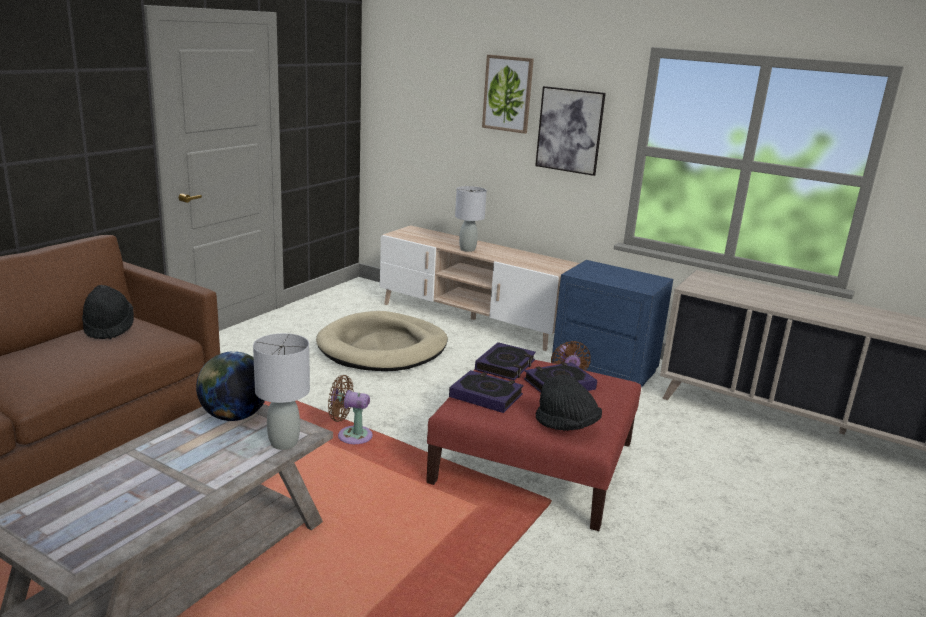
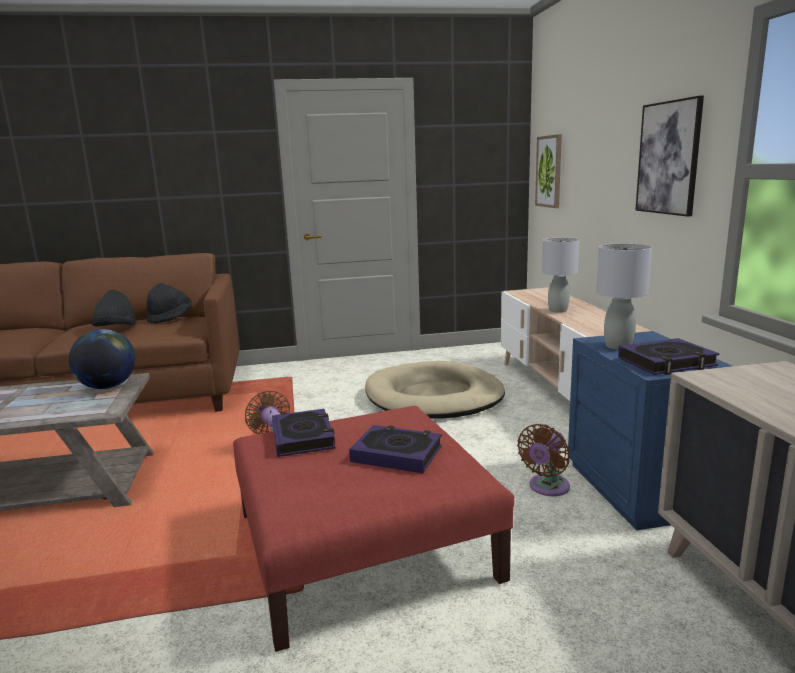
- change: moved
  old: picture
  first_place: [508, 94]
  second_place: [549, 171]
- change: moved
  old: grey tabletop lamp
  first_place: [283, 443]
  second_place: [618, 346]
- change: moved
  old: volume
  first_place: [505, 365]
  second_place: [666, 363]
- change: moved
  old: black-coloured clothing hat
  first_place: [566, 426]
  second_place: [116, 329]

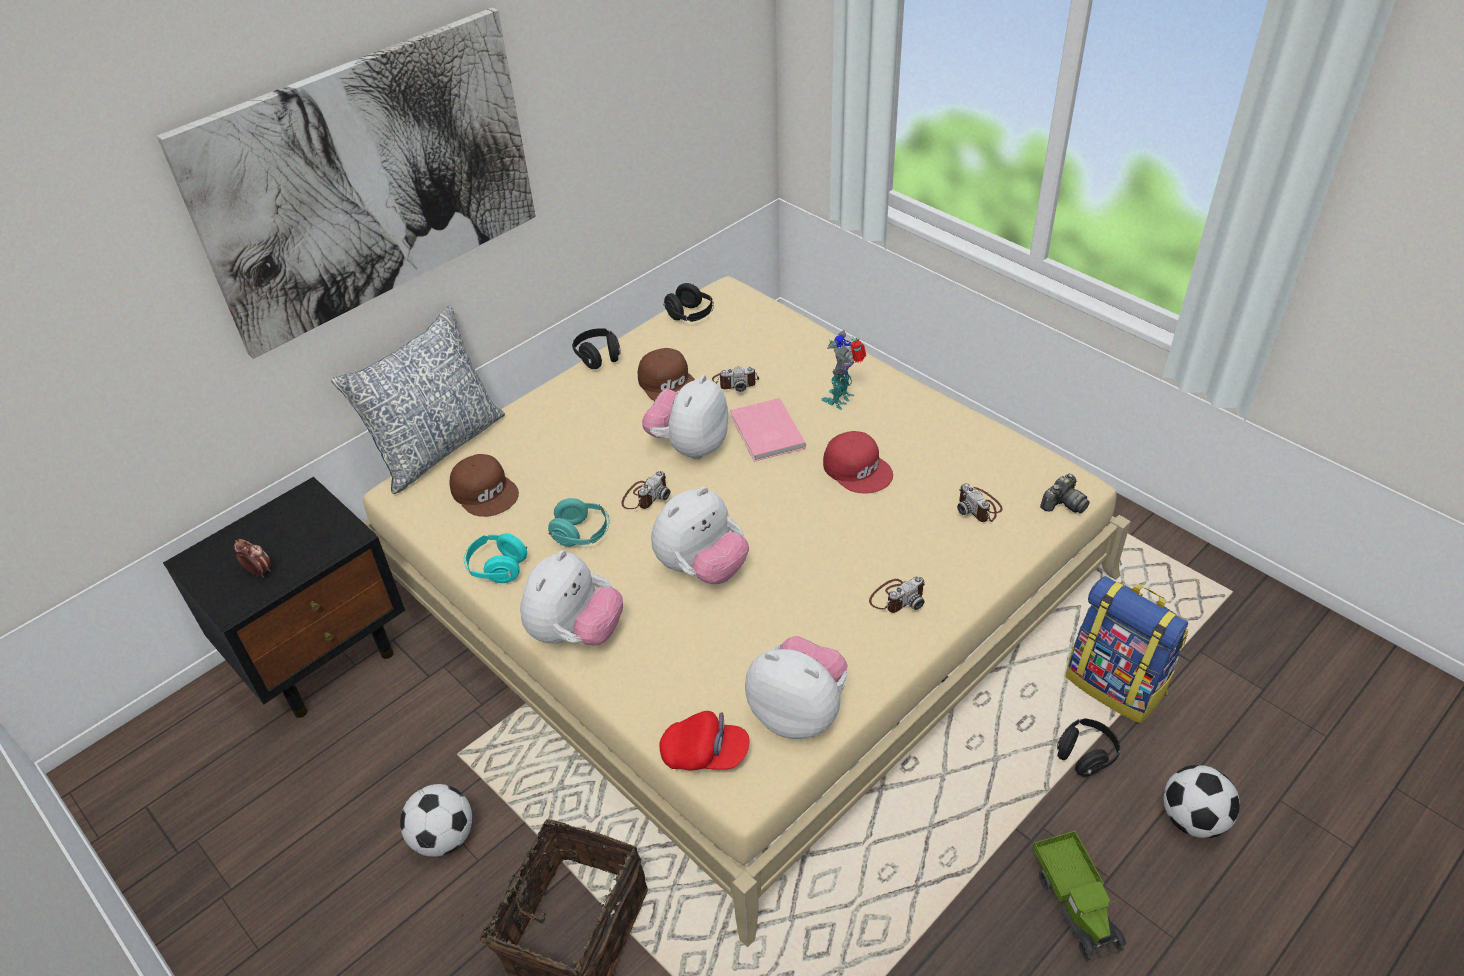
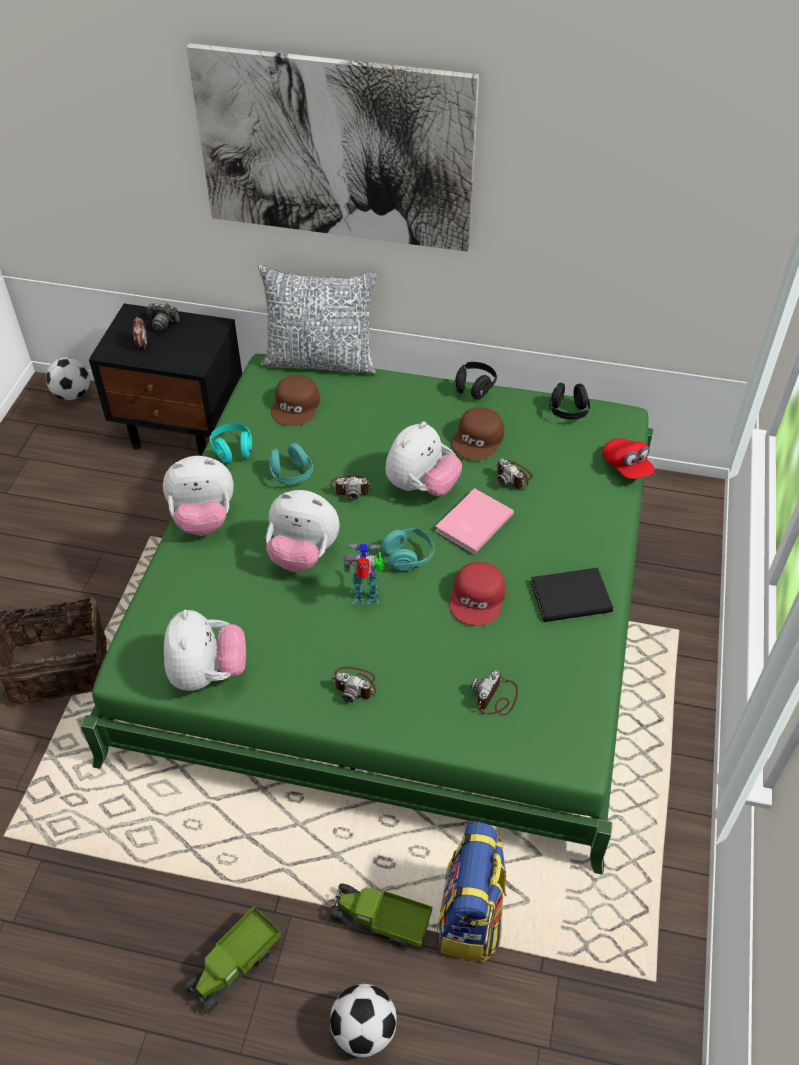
- change: recoloured
  old: beige-coloured sleeping bed
  new: green-coloured sleeping bed
  first_place: [737, 578]
  second_place: [398, 604]
- change: moved
  old: toy robot
  first_place: [841, 399]
  second_place: [367, 597]
- change: turned
  old: soft toy
  first_place: [689, 446]
  second_place: [421, 486]
  degrees: 135
- change: moved
  old: photo camera
  first_place: [1063, 504]
  second_place: [163, 323]
- change: moved
  old: reddish cap
  first_place: [705, 754]
  second_place: [626, 467]
- change: replaced
  old: black-coloured headphones
  new: toy lorry
  first_place: [1085, 755]
  second_place: [380, 921]
- change: moved
  old: football ball
  first_place: [443, 837]
  second_place: [72, 394]
- change: added
  new: turquoise headphones
  second_place: [408, 557]
- change: added
  new: black-coloured volume
  second_place: [569, 595]

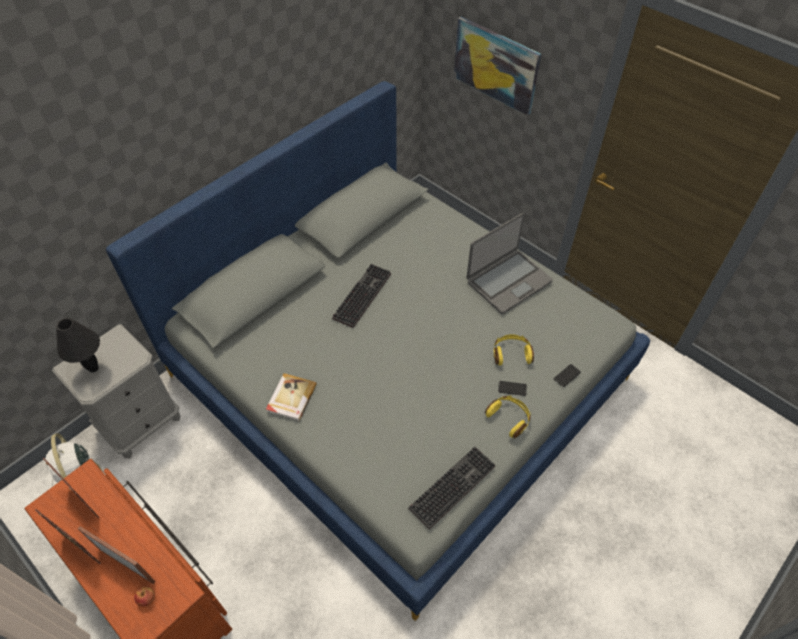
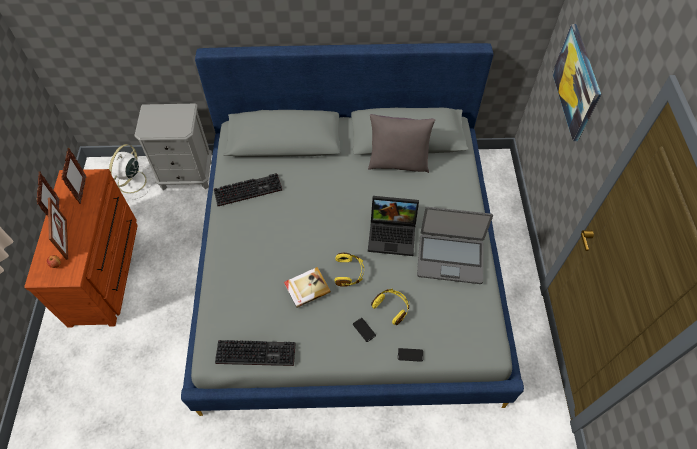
- change: moved
  old: PC keyboard
  first_place: [361, 294]
  second_place: [249, 189]
- change: removed
  old: black-coloured tabletop lamp
  first_place: [93, 369]
- change: moved
  old: volume
  first_place: [291, 398]
  second_place: [306, 288]
- change: moved
  old: yellow headphones
  first_place: [509, 418]
  second_place: [349, 272]
- change: added
  new: grey cushion
  second_place: [398, 163]
- change: added
  new: laptop
  second_place: [393, 234]

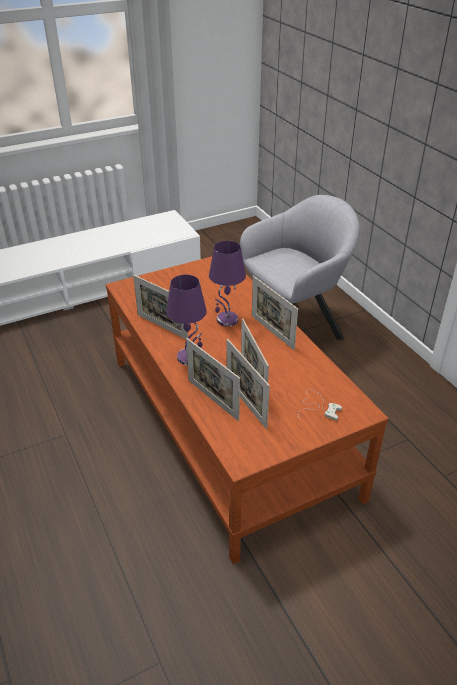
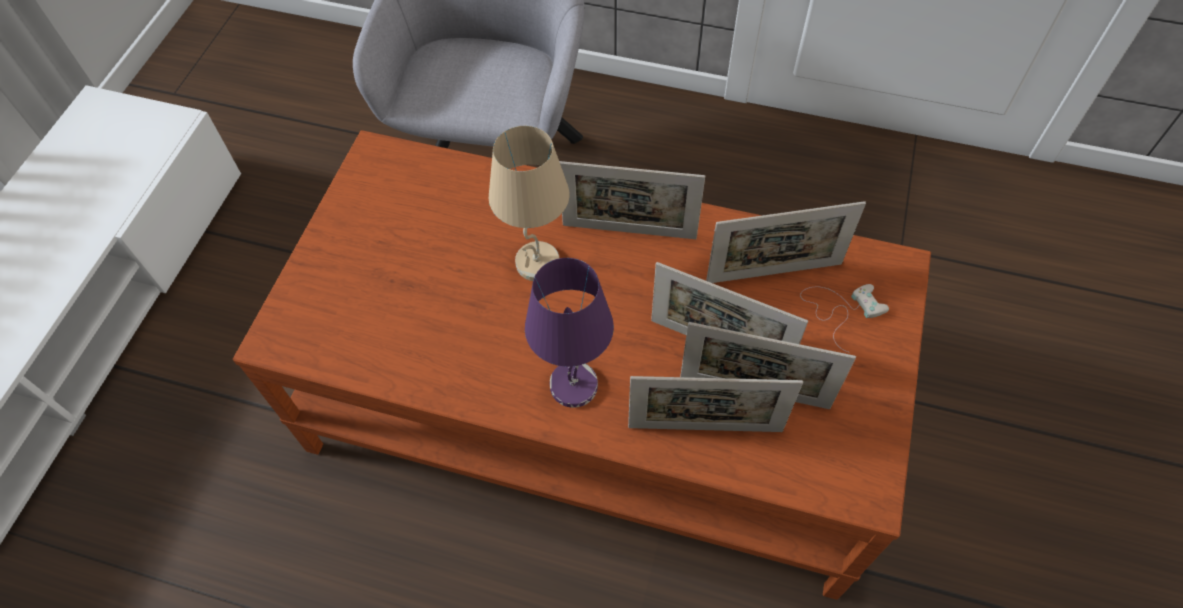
- change: recoloured
  old: purplish tabletop lamp
  new: beige-coloured tabletop lamp
  first_place: [227, 320]
  second_place: [538, 264]
- change: moved
  old: standing frame
  first_place: [162, 327]
  second_place: [774, 273]

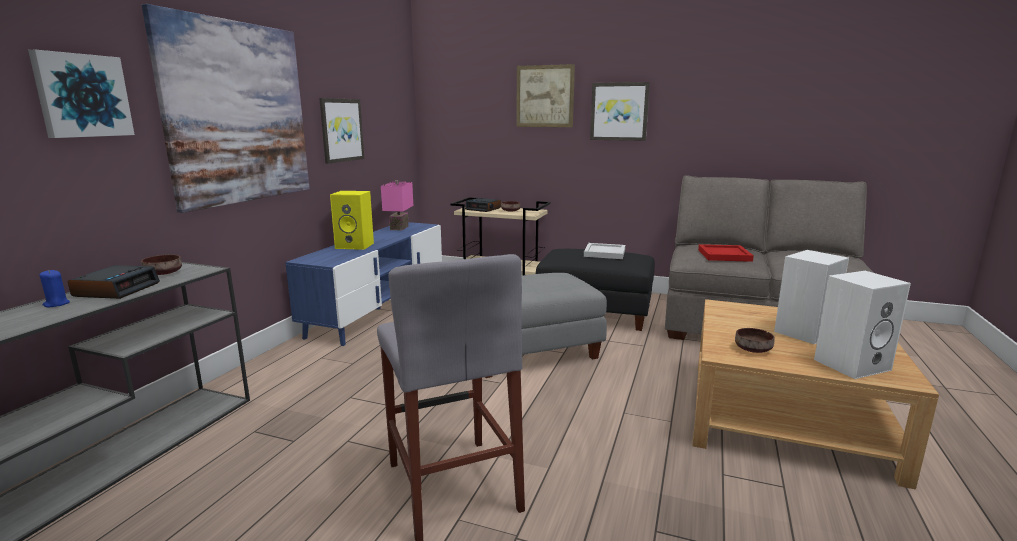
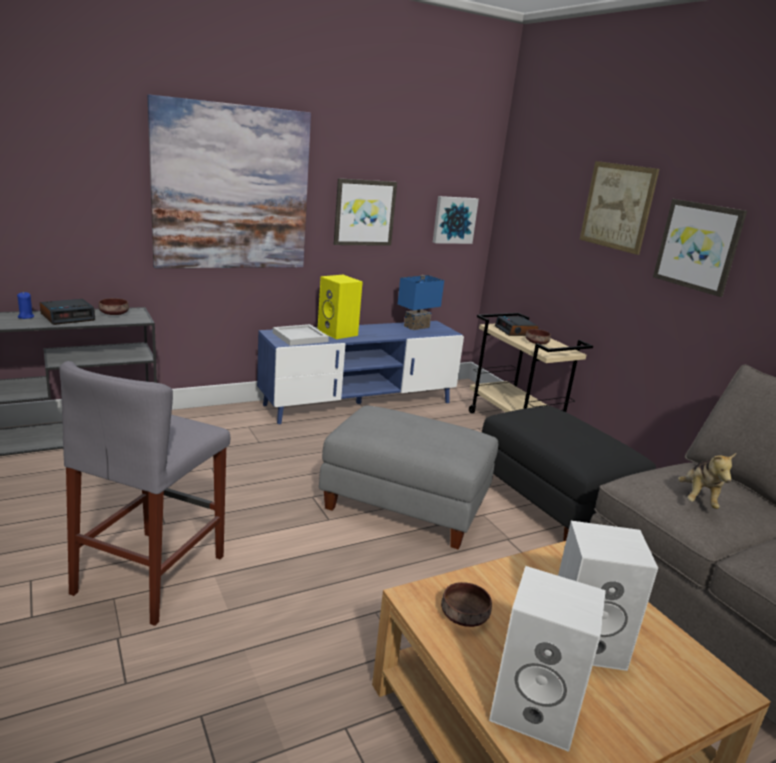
- change: moved
  old: picture
  first_place: [82, 96]
  second_place: [454, 220]
- change: recoloured
  old: pink-coloured tabletop lamp
  new: blue-coloured tabletop lamp
  first_place: [398, 228]
  second_place: [416, 326]
- change: moved
  old: white carrying tray
  first_place: [605, 253]
  second_place: [299, 337]
- change: replaced
  old: reddish carrying tray
  new: soft toy
  first_place: [723, 255]
  second_place: [698, 499]

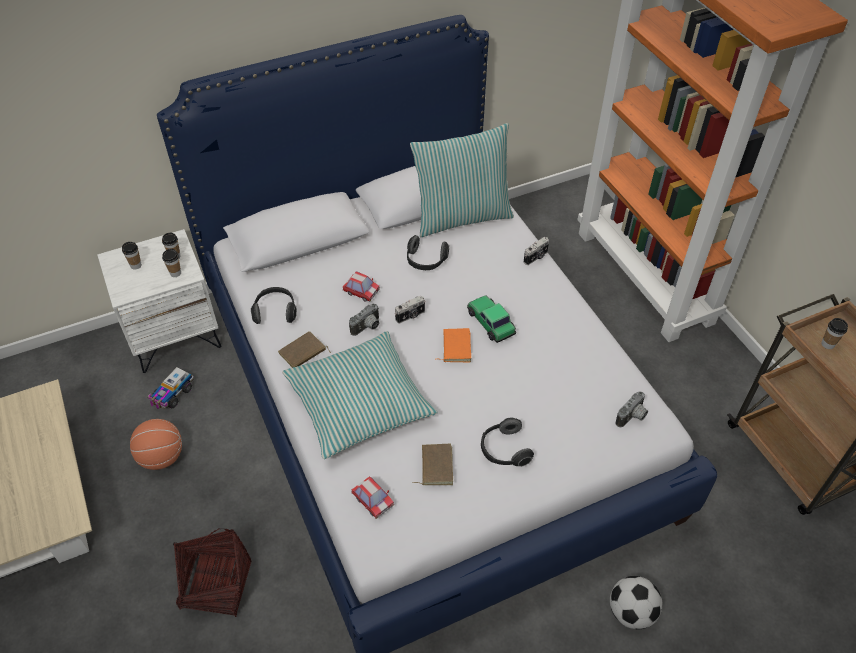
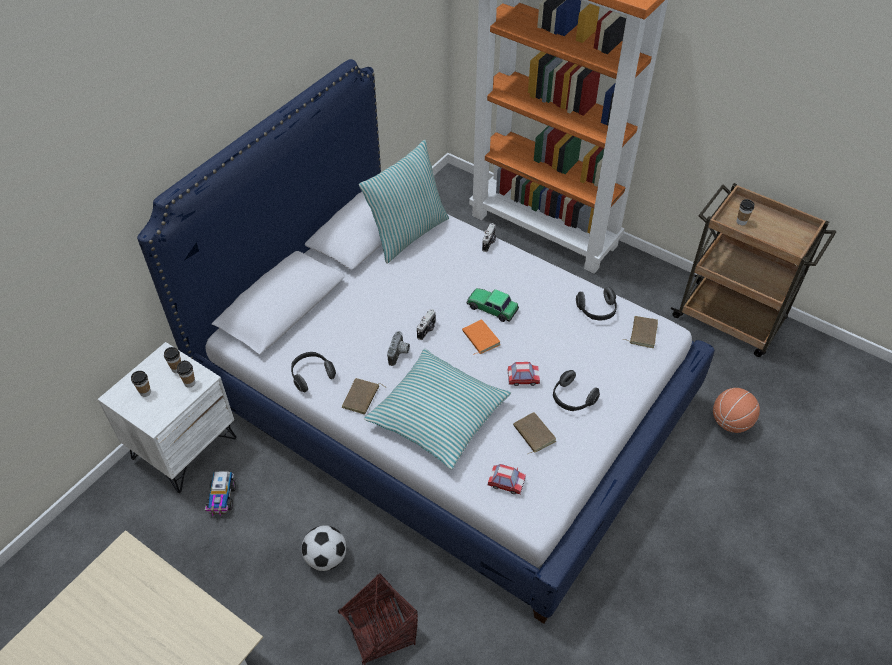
- change: moved
  old: headphones
  first_place: [425, 261]
  second_place: [597, 311]
- change: moved
  old: miniature car
  first_place: [361, 292]
  second_place: [523, 378]
- change: replaced
  old: photo camera
  new: brownish volume
  first_place: [632, 417]
  second_place: [642, 333]
- change: moved
  old: basketball
  first_place: [162, 457]
  second_place: [731, 422]
- change: moved
  old: football ball
  first_place: [631, 612]
  second_place: [326, 558]

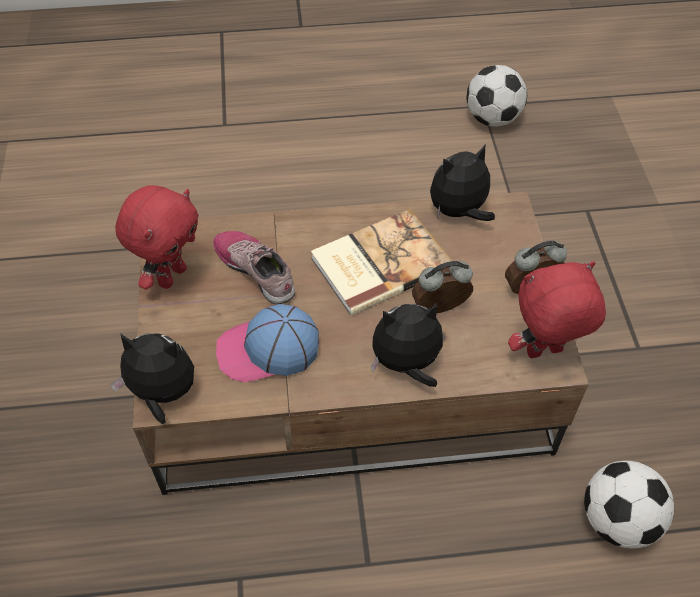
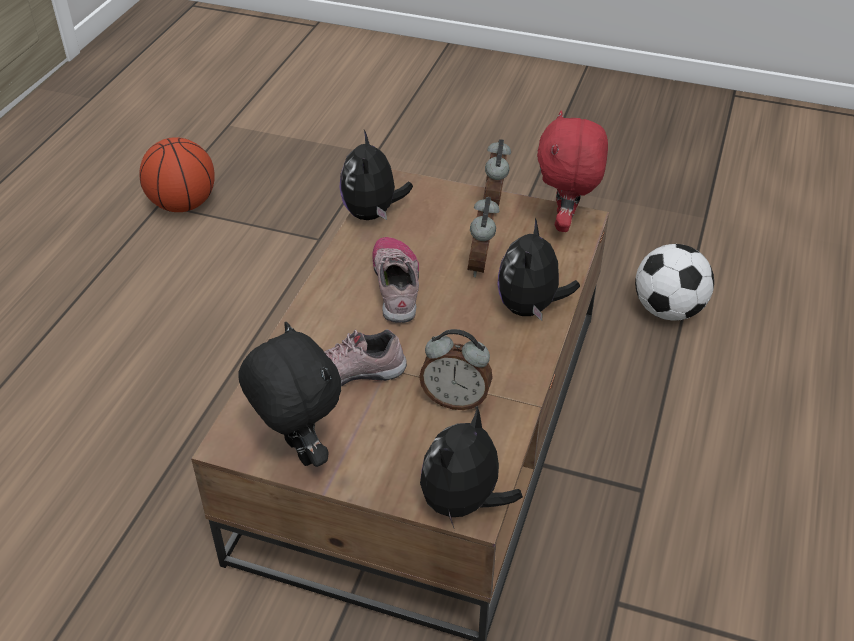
- change: replaced
  old: football ball
  new: basketball
  first_place: [492, 118]
  second_place: [183, 205]
- change: recoloured
  old: reddish soft toy
  new: black-coloured soft toy
  first_place: [171, 275]
  second_place: [298, 451]
- change: replaced
  old: volume
  new: item of footwear
  first_place: [378, 263]
  second_place: [397, 285]
- change: replaced
  old: cap
  new: alarm clock
  first_place: [268, 350]
  second_place: [455, 399]

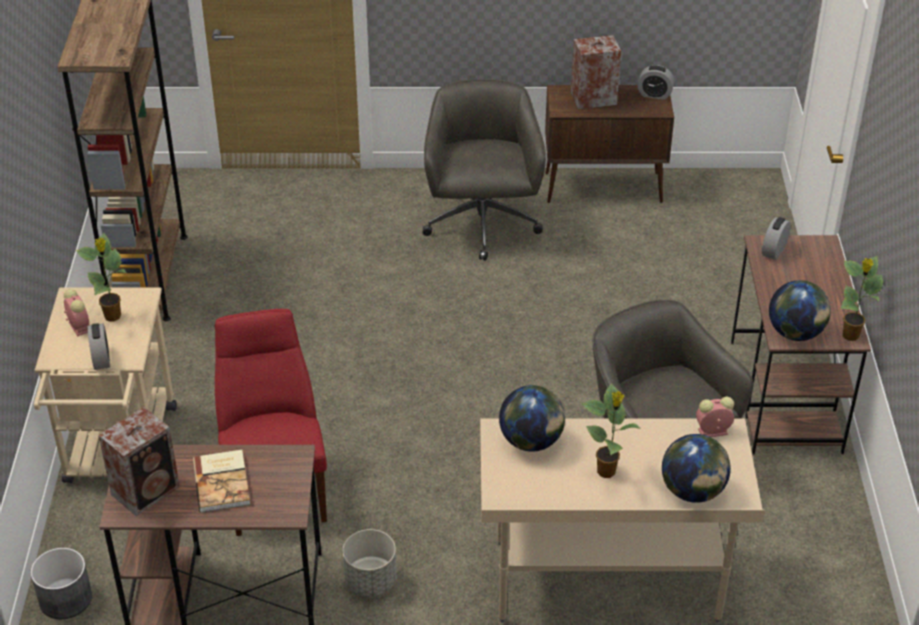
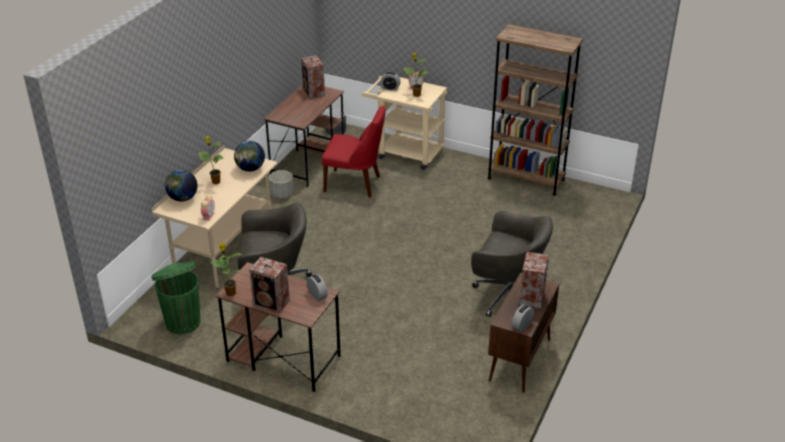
- change: removed
  old: world globe
  first_place: [795, 333]
- change: removed
  old: volume
  first_place: [223, 482]
- change: added
  new: speaker
  second_place: [272, 303]
- change: added
  new: green-coloured waste bin
  second_place: [182, 321]

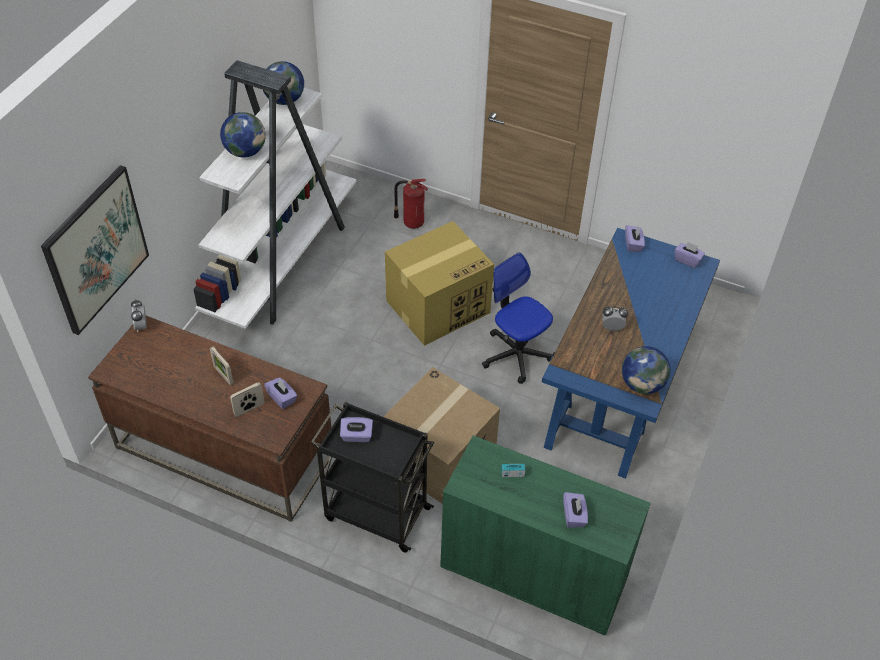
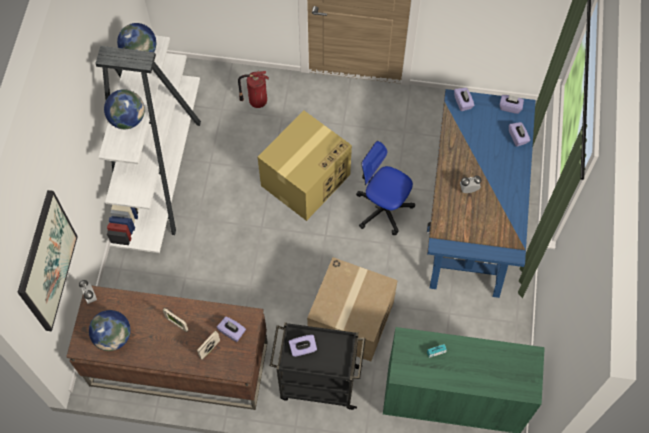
- change: moved
  old: world globe
  first_place: [642, 384]
  second_place: [113, 337]
- change: moved
  old: purplish tissue box
  first_place: [574, 516]
  second_place: [517, 137]

